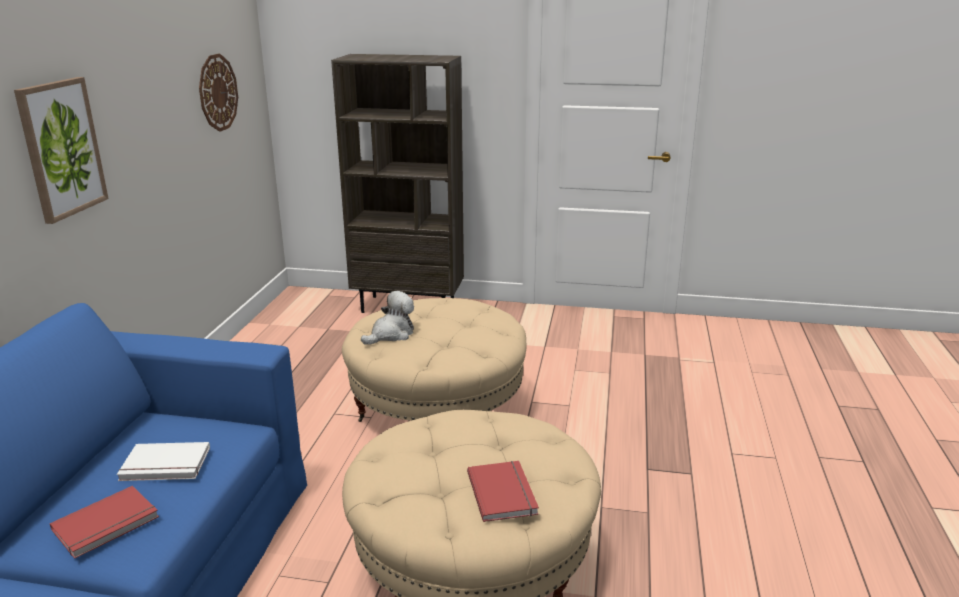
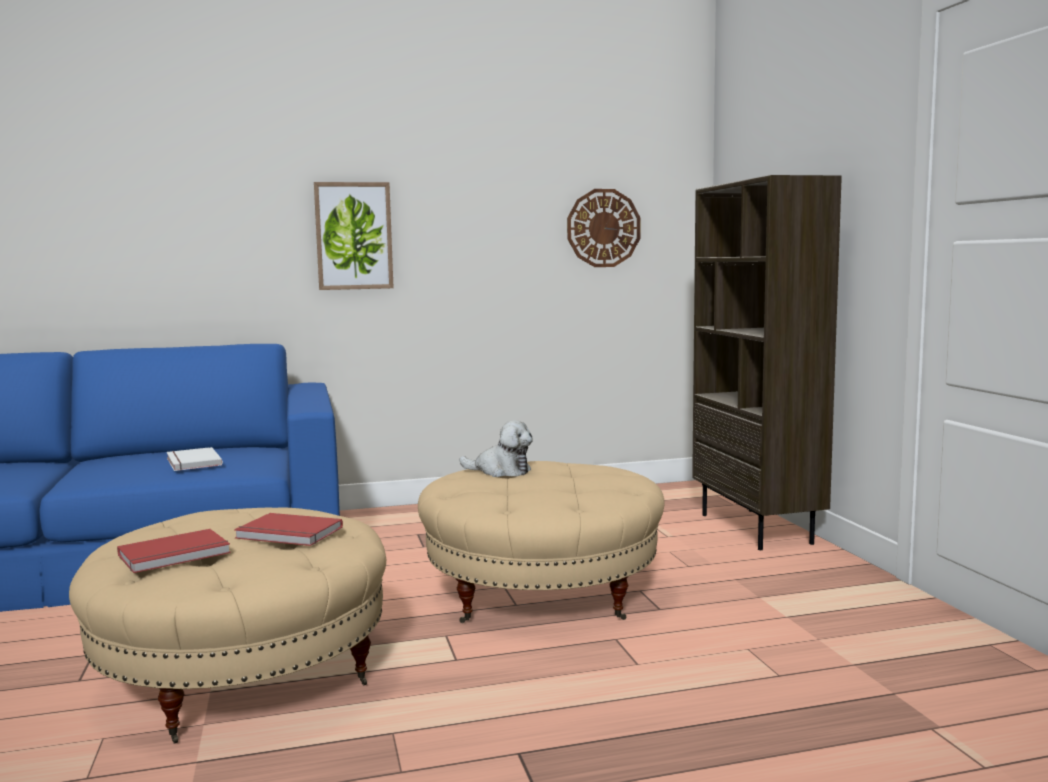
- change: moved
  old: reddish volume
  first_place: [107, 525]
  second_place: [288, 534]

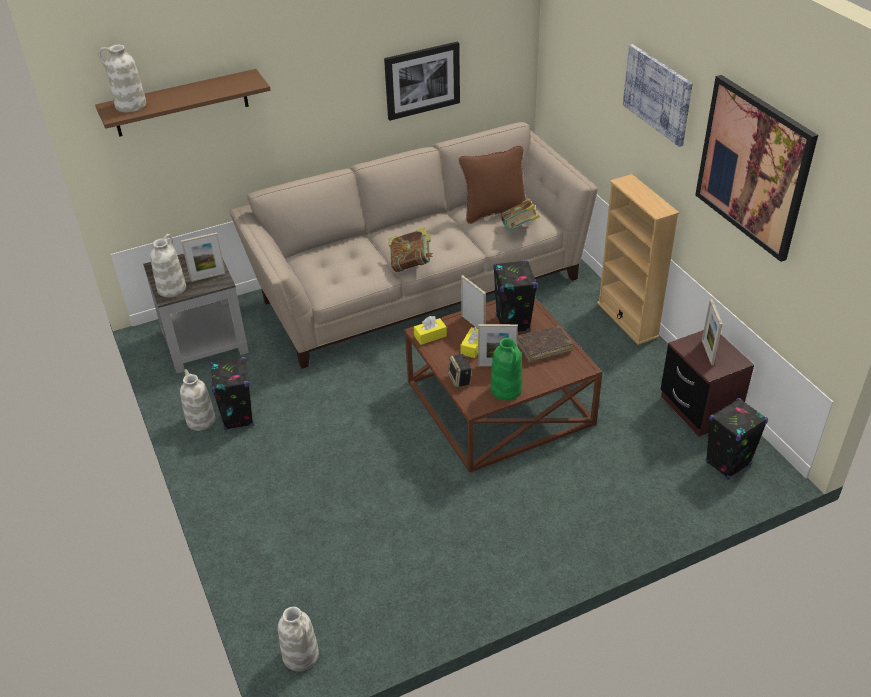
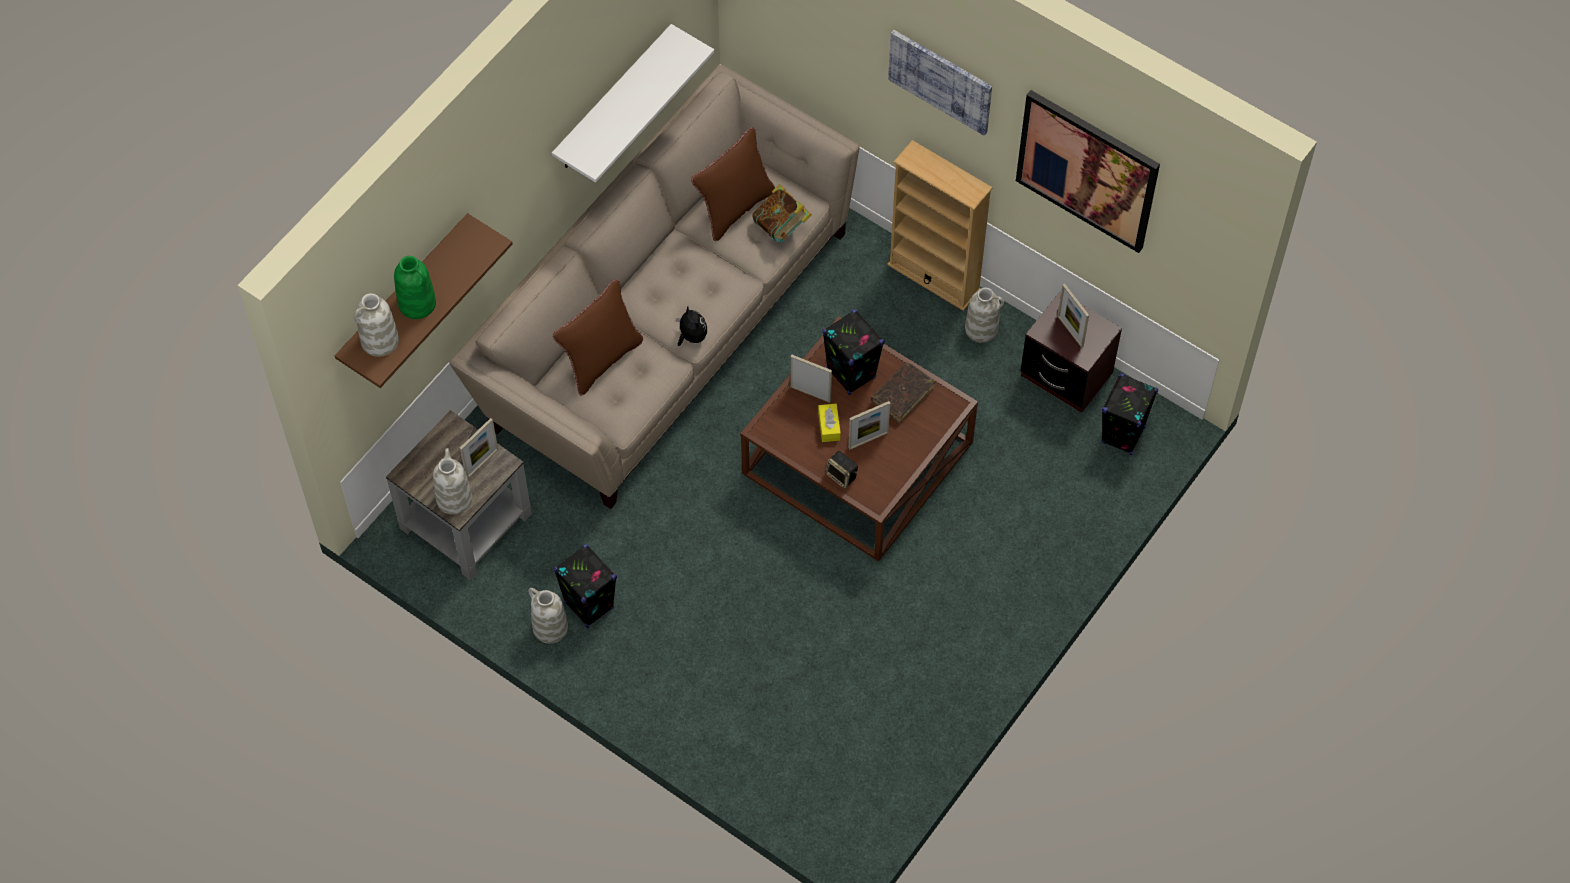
- change: replaced
  old: picture
  new: white shelf
  first_place: [422, 80]
  second_place: [613, 100]
- change: replaced
  old: volume
  new: soft toy
  first_place: [411, 264]
  second_place: [691, 336]
- change: removed
  old: yellow tissue box
  first_place: [430, 336]
- change: moved
  old: green-coloured decorative vase
  first_place: [506, 390]
  second_place: [418, 303]
- change: moved
  old: white decorative vase
  first_place: [301, 655]
  second_place: [982, 329]
- change: added
  new: brownish cushion
  second_place: [601, 360]

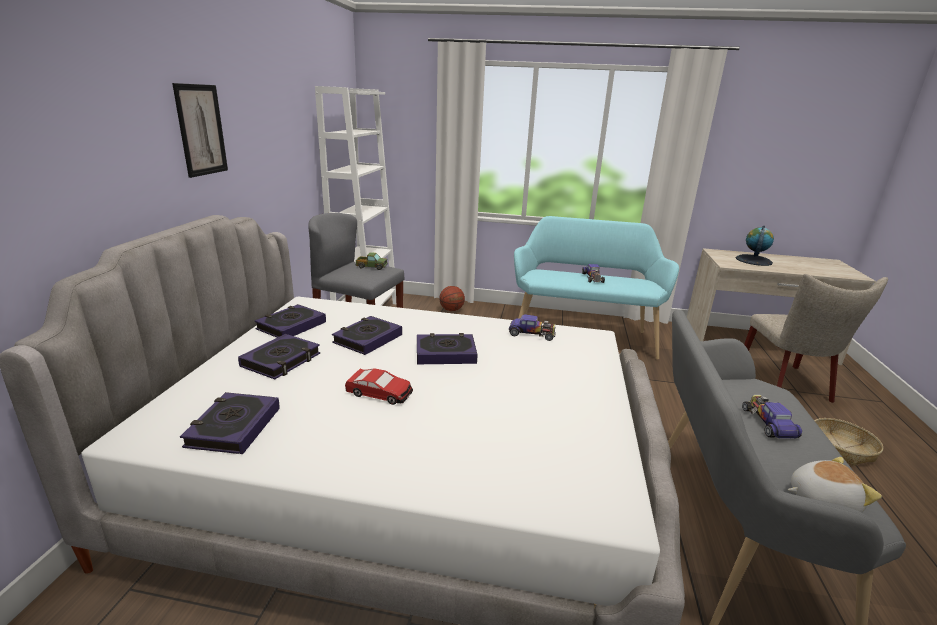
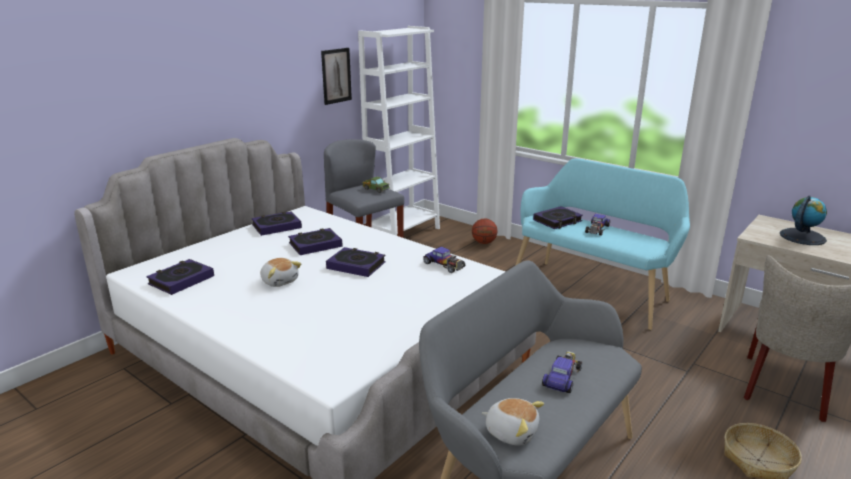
- change: moved
  old: picture
  first_place: [201, 130]
  second_place: [336, 76]
- change: moved
  old: volume
  first_place: [281, 360]
  second_place: [557, 221]
- change: replaced
  old: miniature car
  new: soft toy
  first_place: [379, 393]
  second_place: [280, 281]

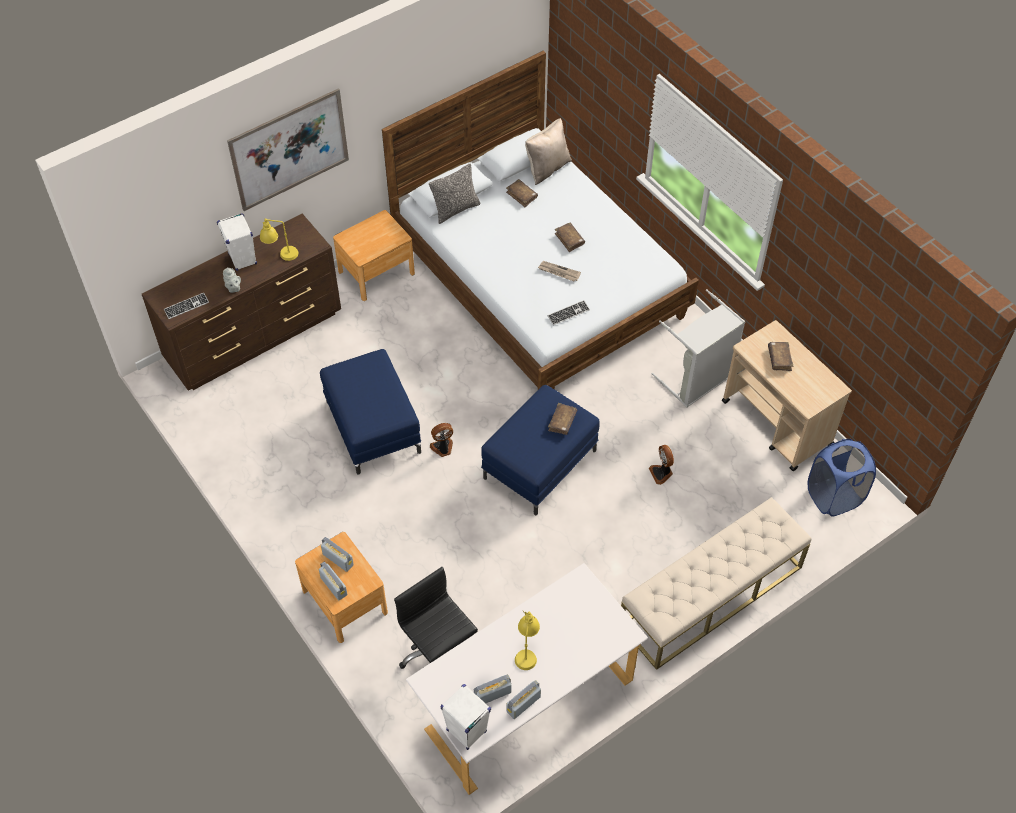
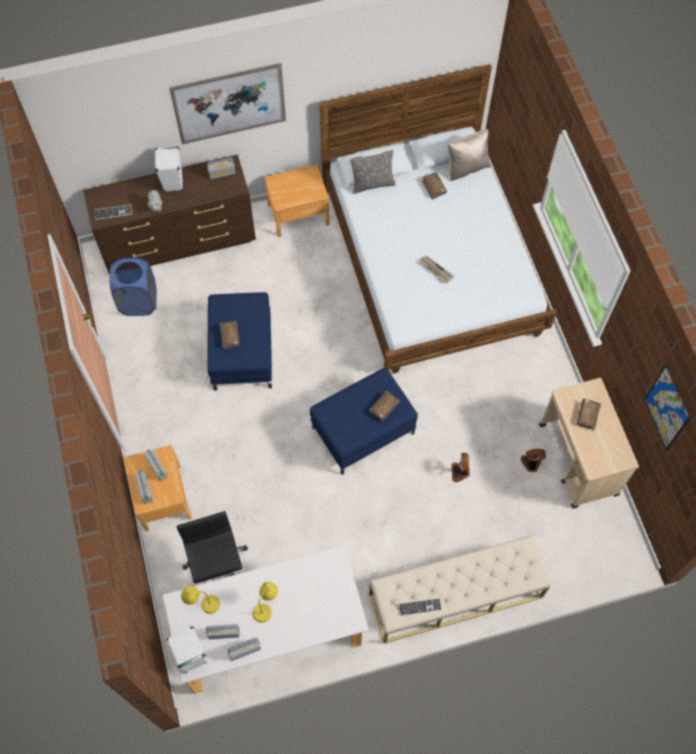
- change: moved
  old: yellow tabletop lamp
  first_place: [281, 255]
  second_place: [202, 603]
- change: moved
  old: brownish volume
  first_place: [569, 239]
  second_place: [230, 336]
- change: removed
  old: grey washing basket
  first_place: [697, 380]
- change: moved
  old: PC keyboard
  first_place: [568, 313]
  second_place: [420, 607]
- change: moved
  old: electric fan
  first_place: [443, 448]
  second_place: [531, 463]
- change: moved
  old: blue-coloured washing basket
  first_place: [834, 497]
  second_place: [138, 301]
- change: added
  new: radio receiver
  second_place: [222, 173]
- change: added
  new: picture
  second_place: [667, 408]

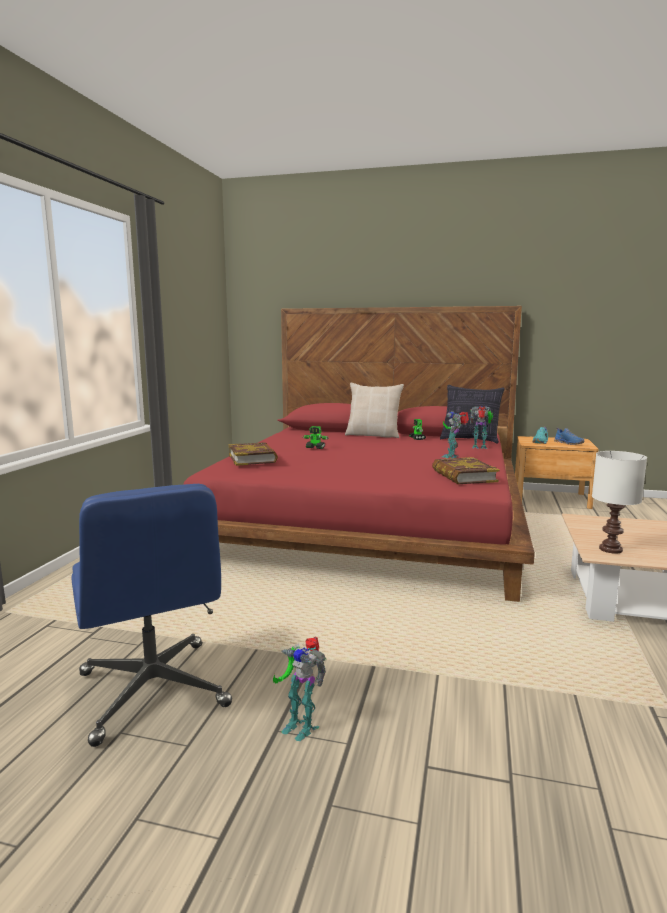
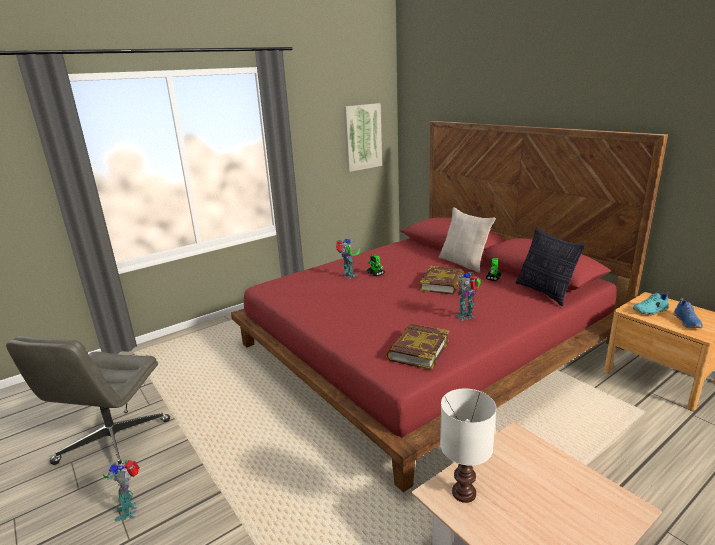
- change: moved
  old: toy robot
  first_place: [480, 447]
  second_place: [348, 276]
- change: moved
  old: volume
  first_place: [252, 458]
  second_place: [442, 284]
- change: recoloured
  old: blue-coloured computer chair
  new: grey computer chair
  first_place: [154, 691]
  second_place: [113, 442]
- change: added
  new: picture
  second_place: [362, 137]

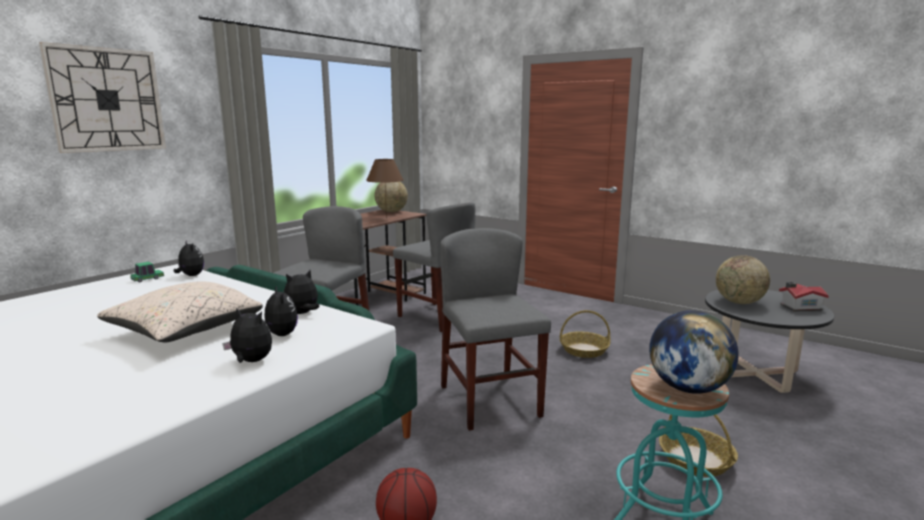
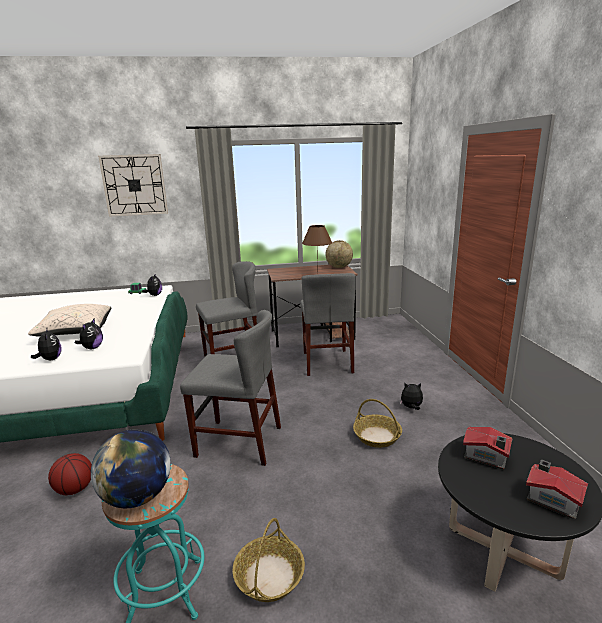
- change: turned
  old: grey chair
  first_place: [490, 401]
  second_place: [239, 441]
  degrees: 75
- change: replaced
  old: world globe
  new: miniature house
  first_place: [739, 302]
  second_place: [486, 458]
- change: moved
  old: soft toy
  first_place: [302, 313]
  second_place: [411, 408]

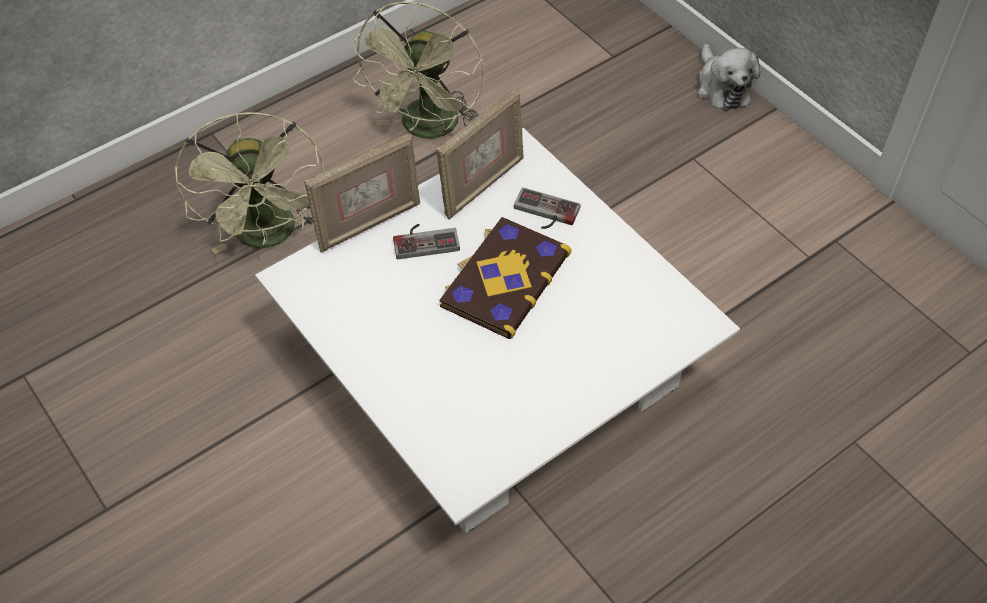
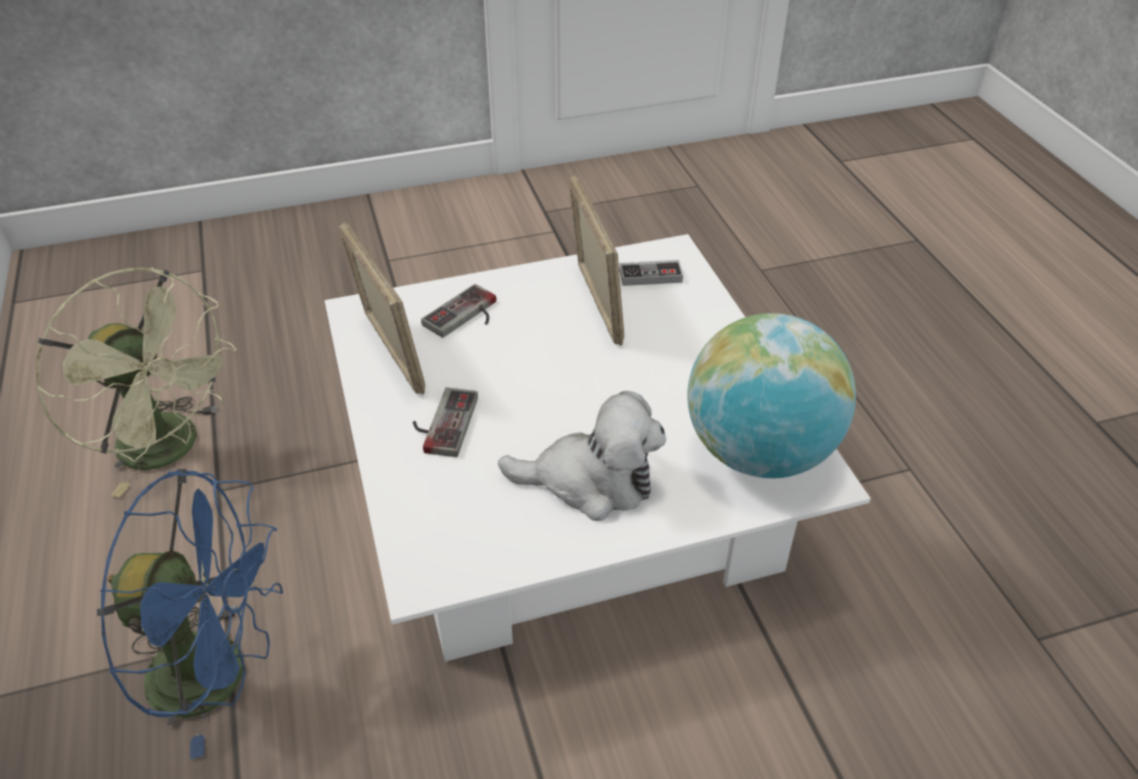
- change: moved
  old: soft toy
  first_place: [722, 87]
  second_place: [591, 481]
- change: recoloured
  old: green-coloured electric fan
  new: blue-coloured electric fan
  first_place: [269, 237]
  second_place: [220, 673]
- change: moved
  old: standing frame
  first_place: [368, 224]
  second_place: [595, 304]
- change: removed
  old: volume
  first_place: [504, 279]
- change: added
  new: joypad
  second_place: [650, 276]
- change: added
  new: world globe
  second_place: [759, 452]

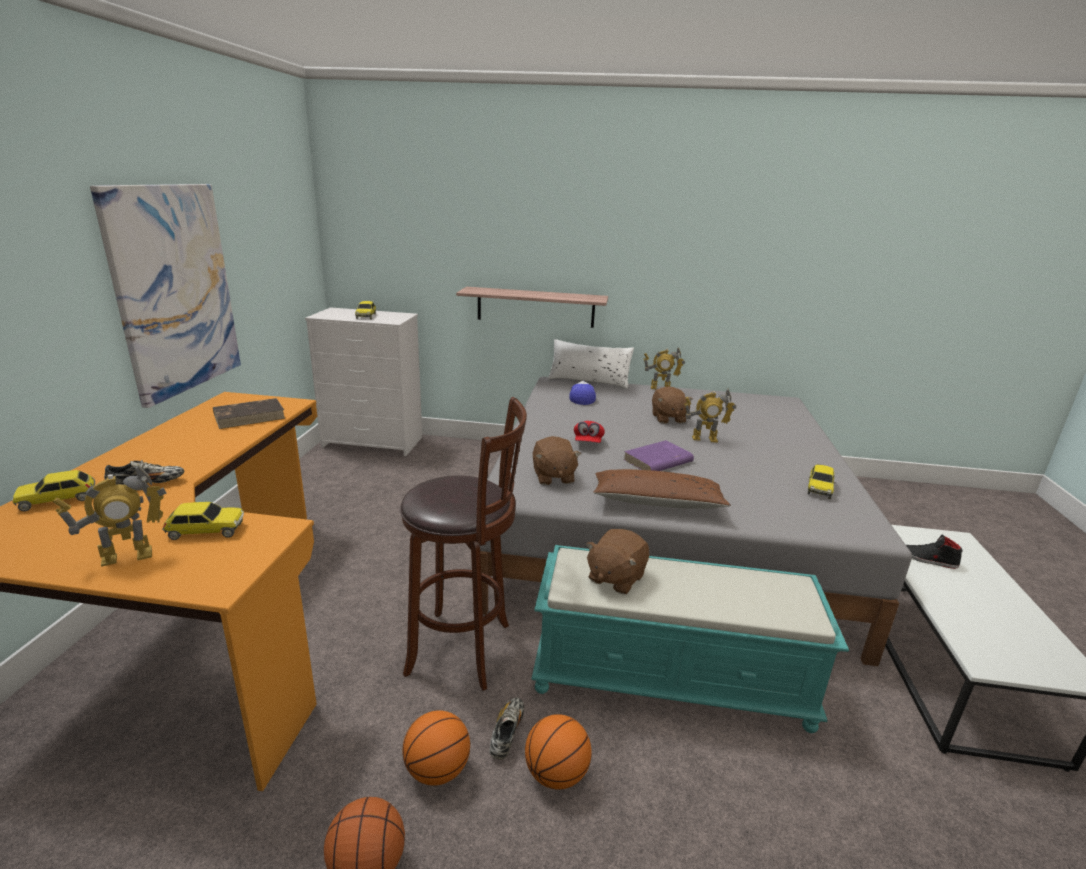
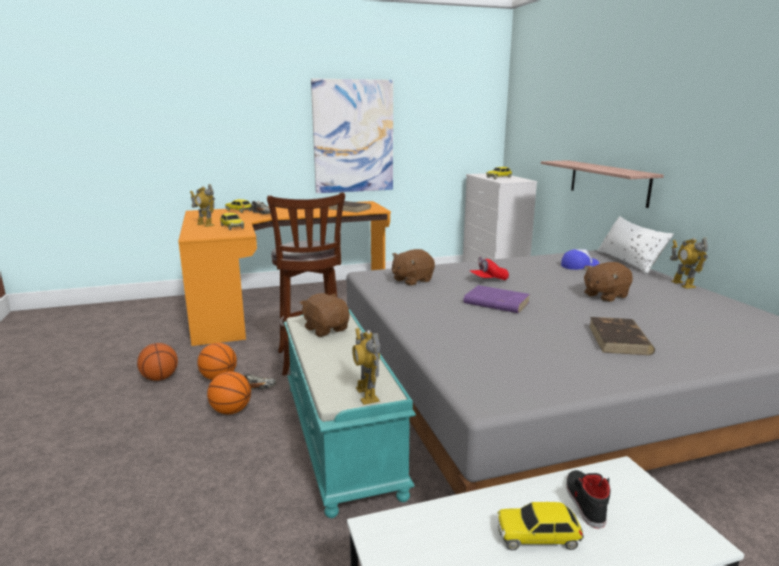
- change: moved
  old: toy robot
  first_place: [704, 439]
  second_place: [366, 395]
- change: moved
  old: miniature car
  first_place: [819, 488]
  second_place: [538, 536]
- change: removed
  old: brownish cushion
  first_place: [657, 502]
- change: turned
  old: brownish soft toy
  first_place: [615, 577]
  second_place: [326, 329]
  degrees: 45
- change: added
  new: brownish volume
  second_place: [619, 340]

